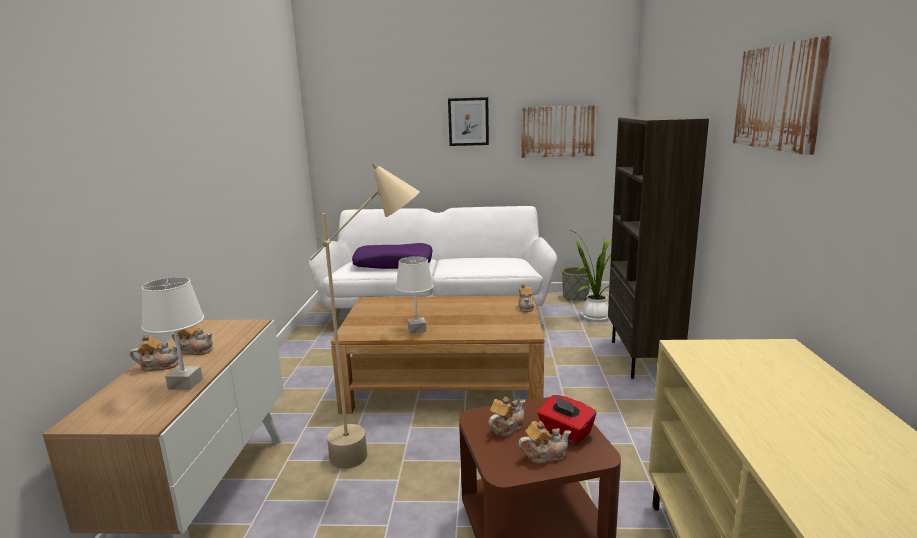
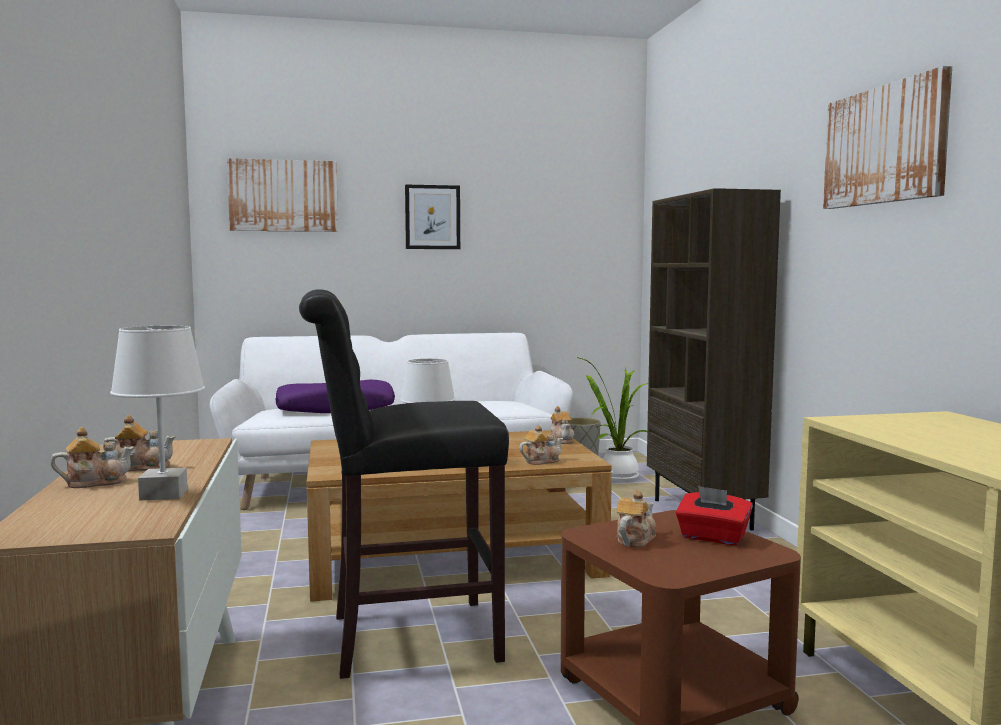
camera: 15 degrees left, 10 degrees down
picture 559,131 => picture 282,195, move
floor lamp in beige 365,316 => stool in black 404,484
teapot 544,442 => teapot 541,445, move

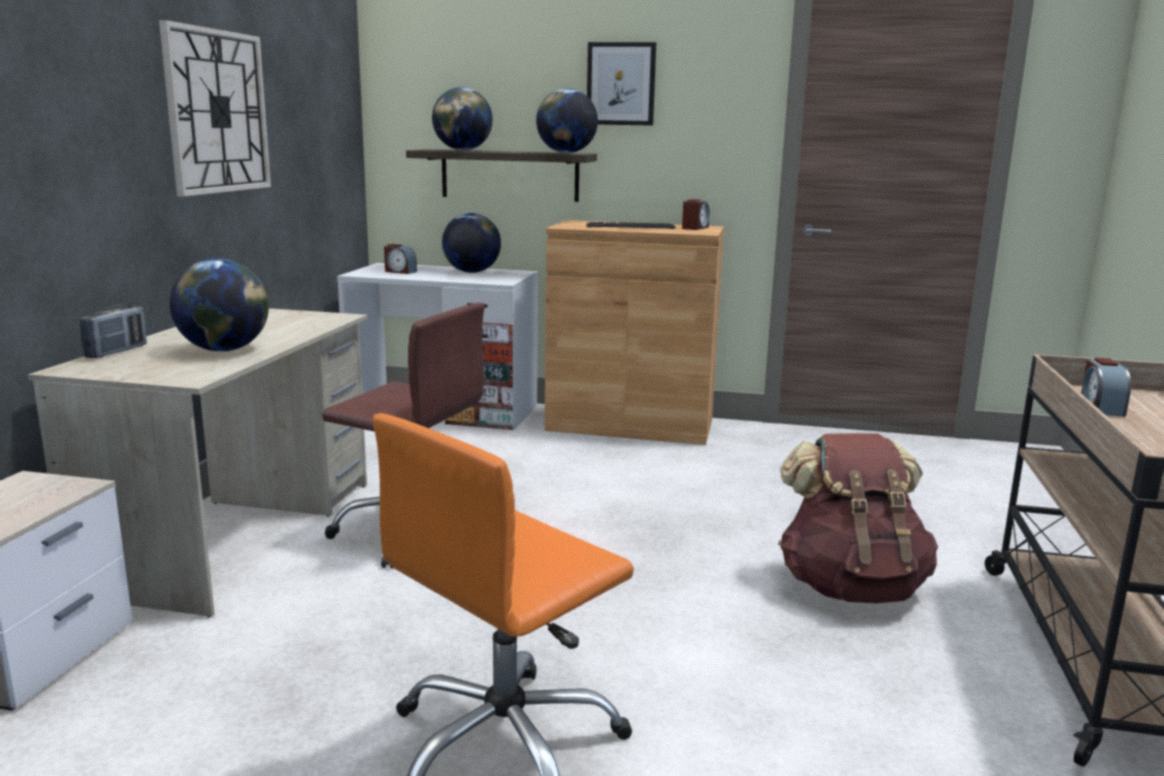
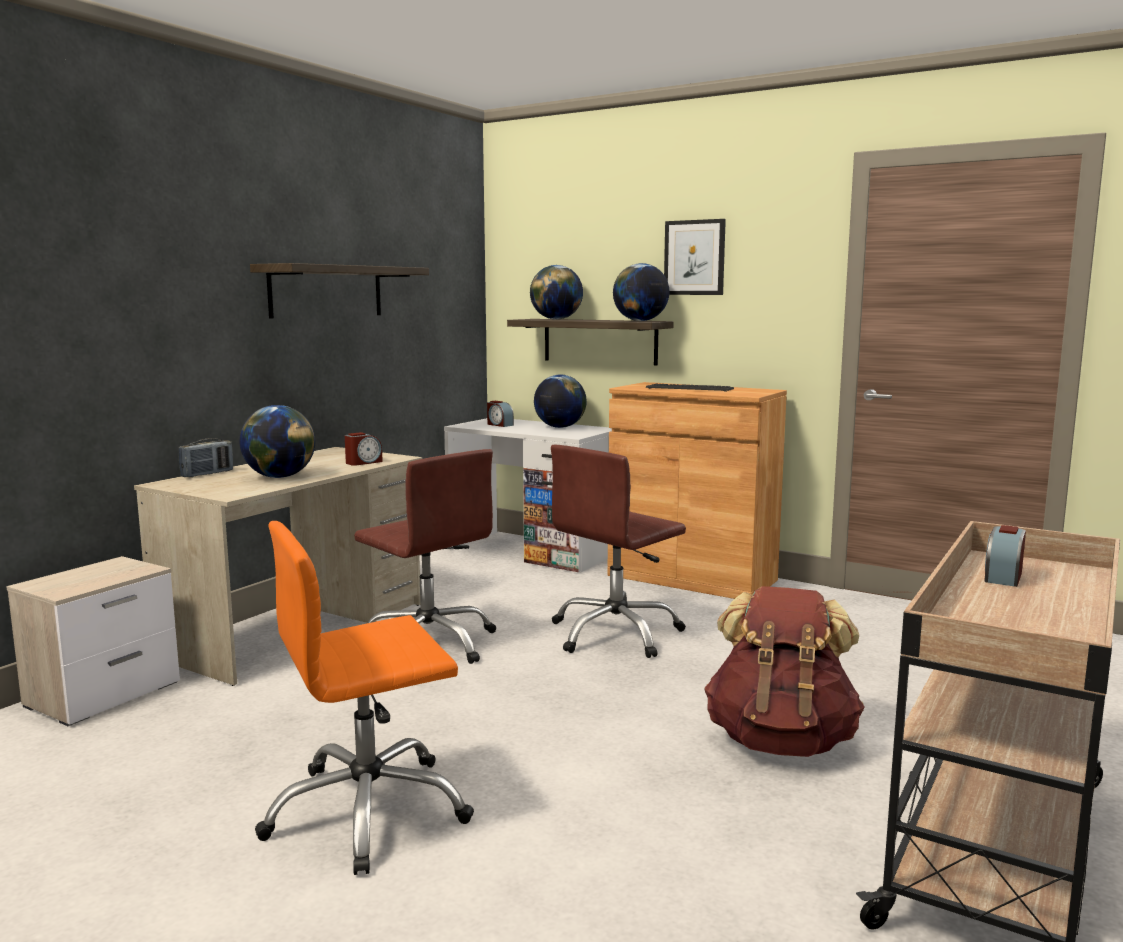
camera: 20 degrees right, 5 degrees down
wall clock 215,108 => shelf 339,291
alarm clock 696,214 => alarm clock 364,449, move
nothing => office chair in brown 618,551

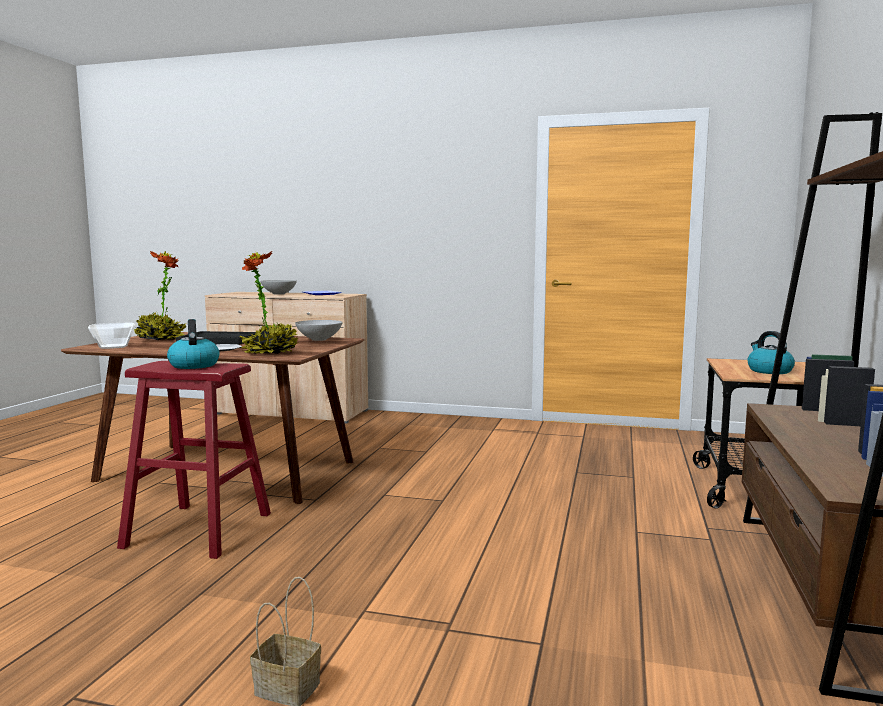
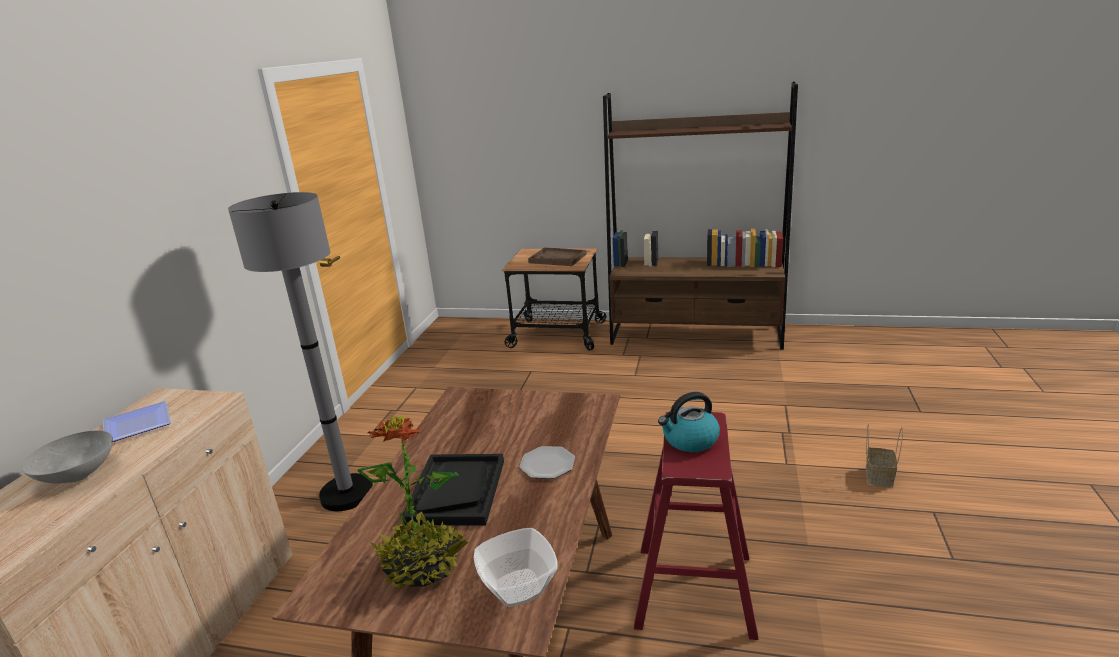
camera: 90 degrees left, 15 degrees up
potted plant 269,302 => nothing
bowl in grey 319,330 => nothing
kettle 771,352 => tray in brown 557,256
nothing => floor lamp in grey 300,351

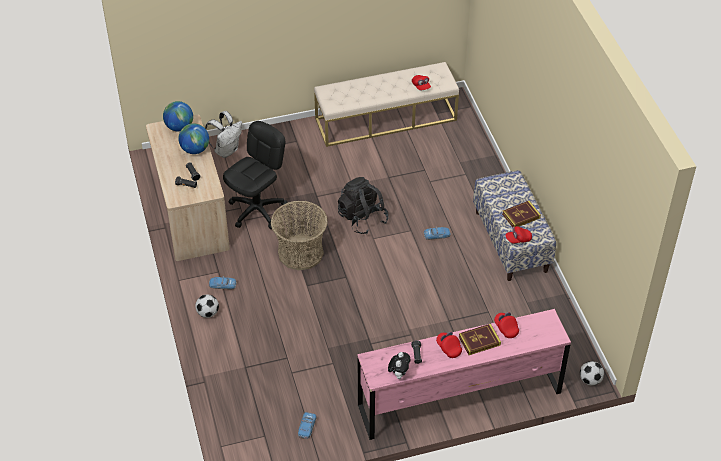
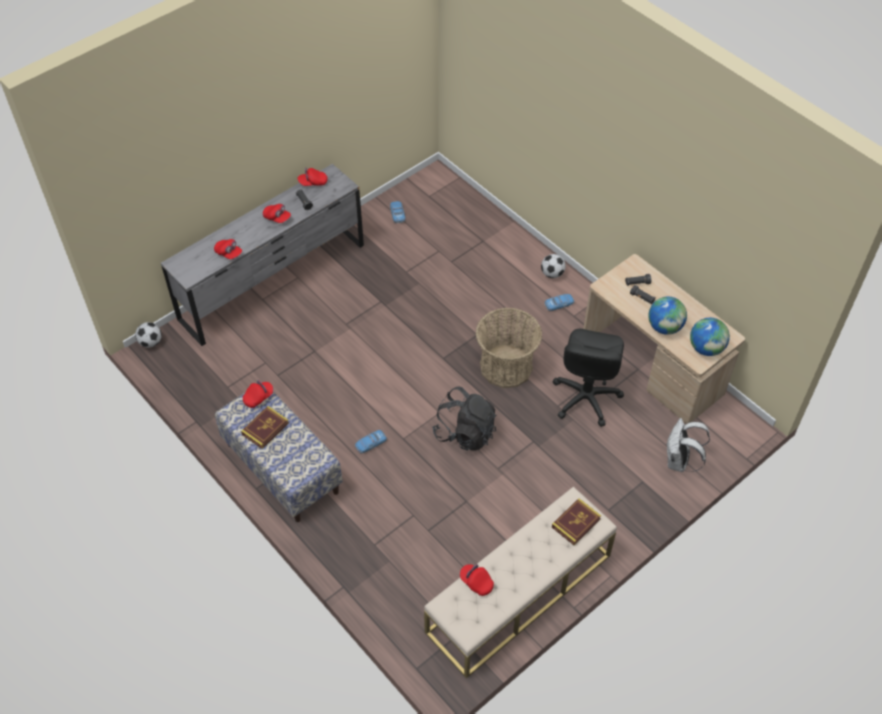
camera: 155 degrees right, 5 degrees up
dresser in pink 464,374 => dresser in grey 262,255
book 480,339 => book 576,521, move
plush toy 399,365 => cap in red 313,177

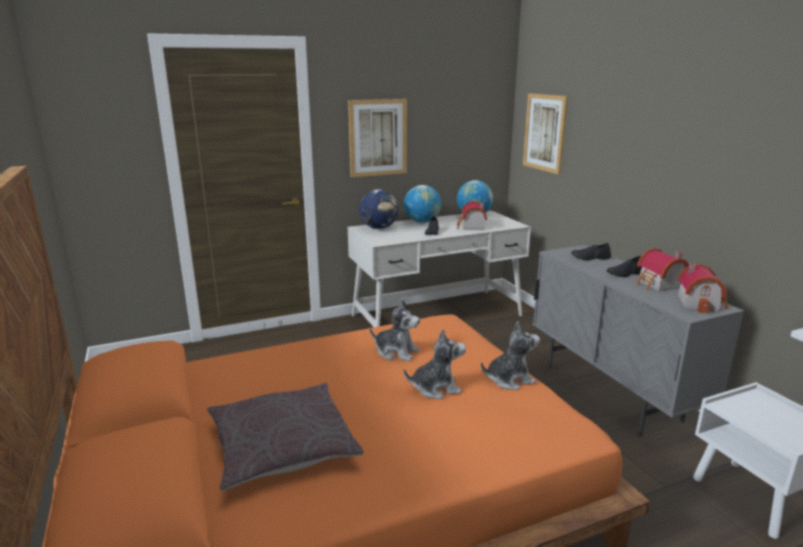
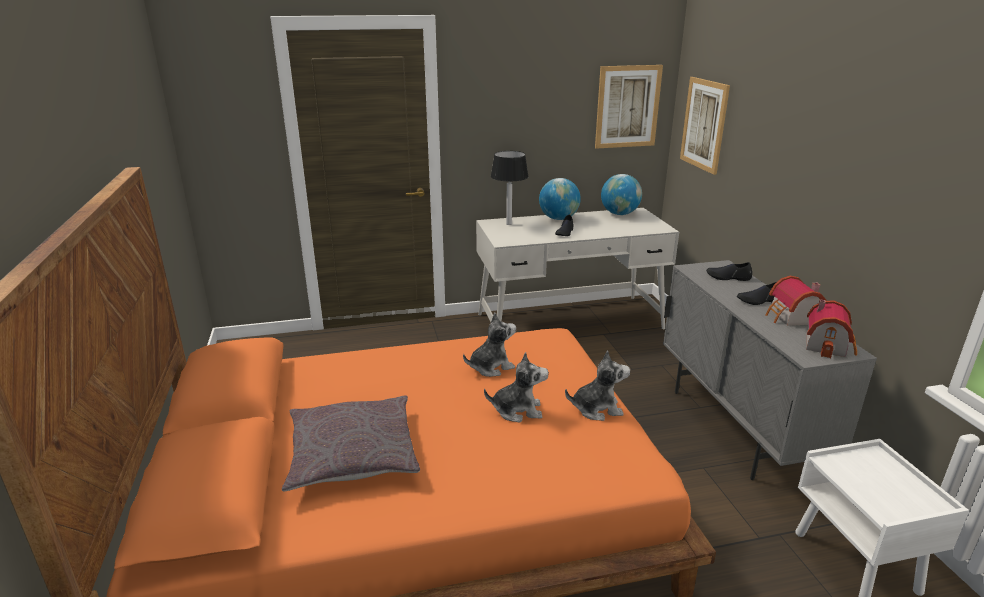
camera: 10 degrees right, 5 degrees up
picture 377,138 => picture 629,107, move
globe 378,209 => table lamp 510,188
toy house 471,215 => nothing
plush toy 394,330 => plush toy 489,345, 60 degrees counterclockwise

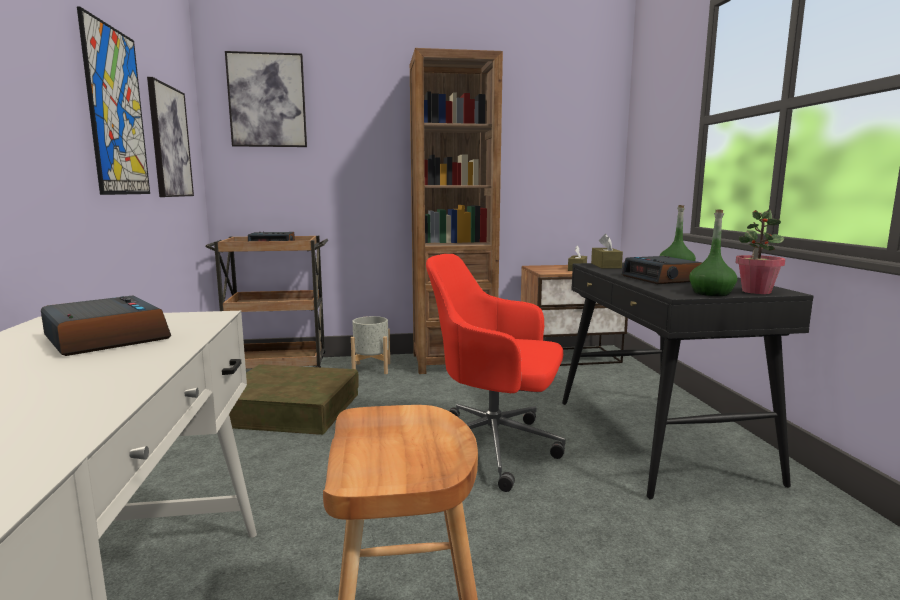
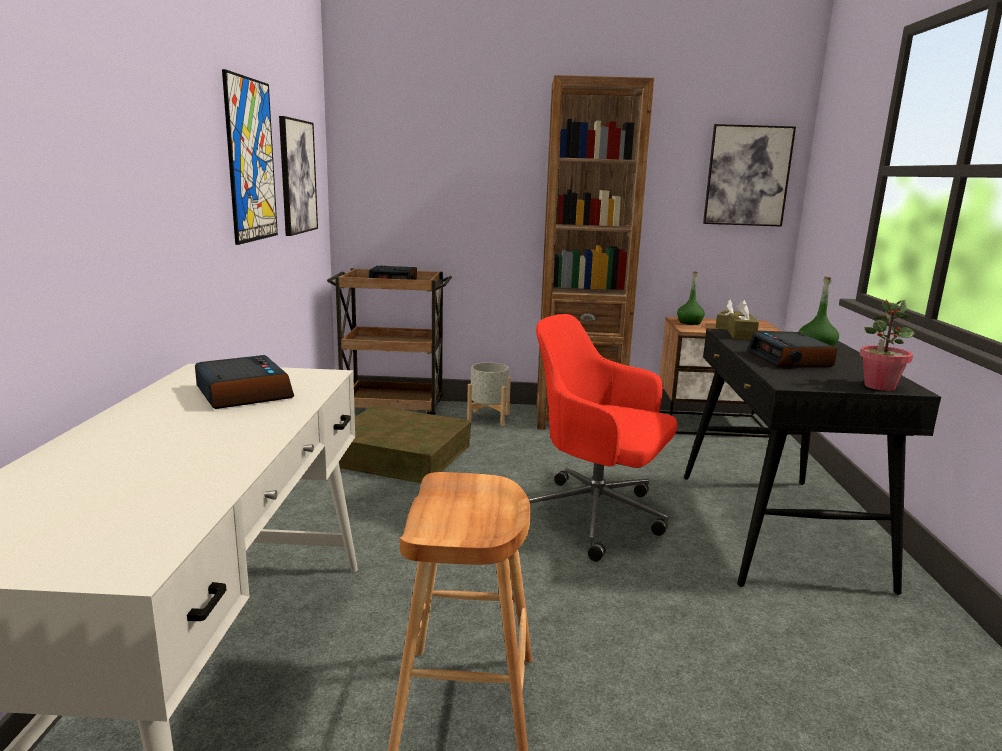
camera: 10 degrees right, 5 degrees up
picture 266,99 => picture 749,175, move
bottle in green 713,253 => bottle in green 691,298, move

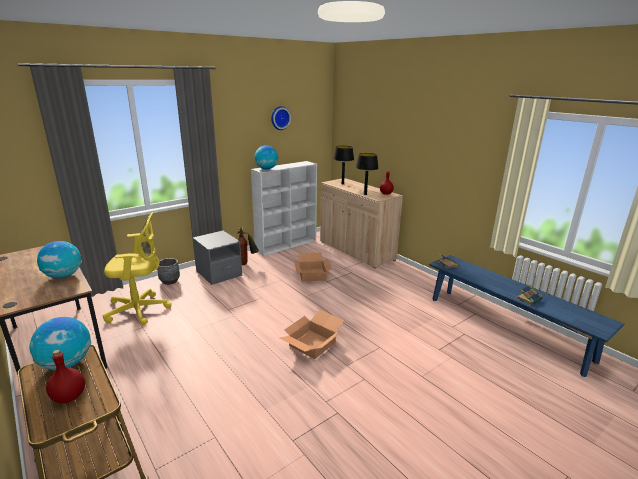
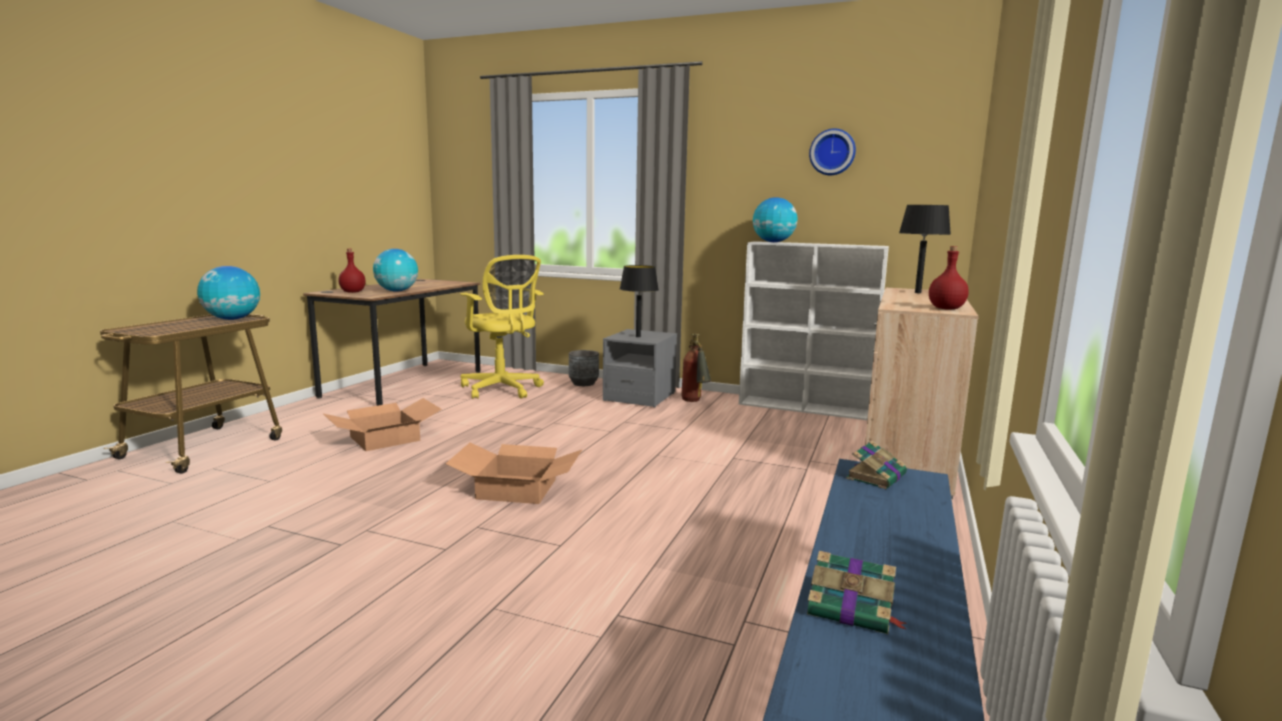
camera: 60 degrees right, 10 degrees down
table lamp in black 367,174 => table lamp in black 639,301, move
cardboard box 313,267 => cardboard box 383,424, move
bottle in red 65,377 => bottle in red 352,271, move

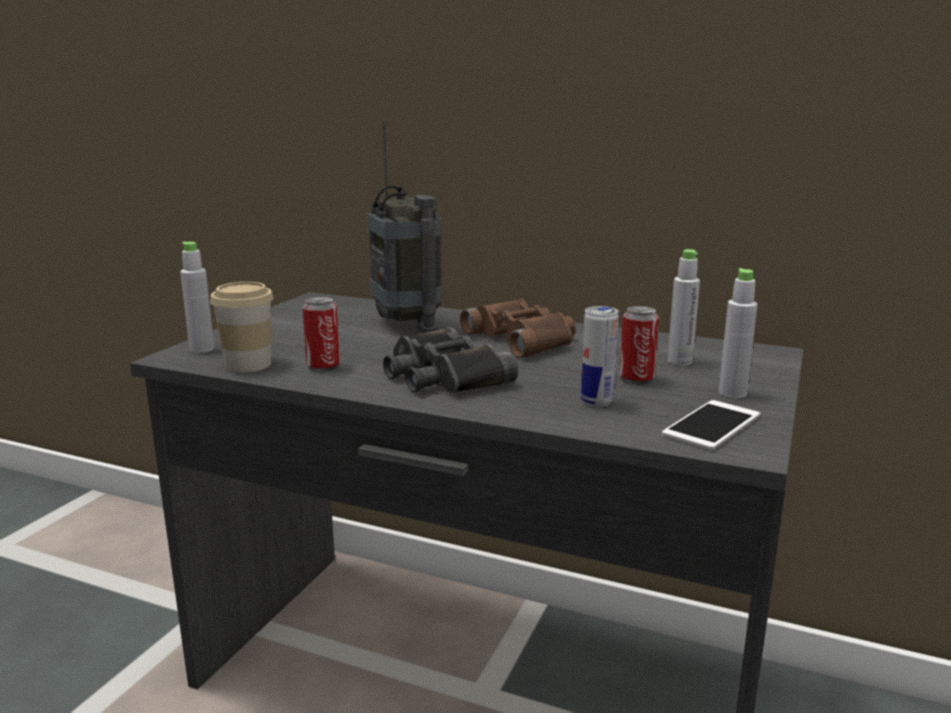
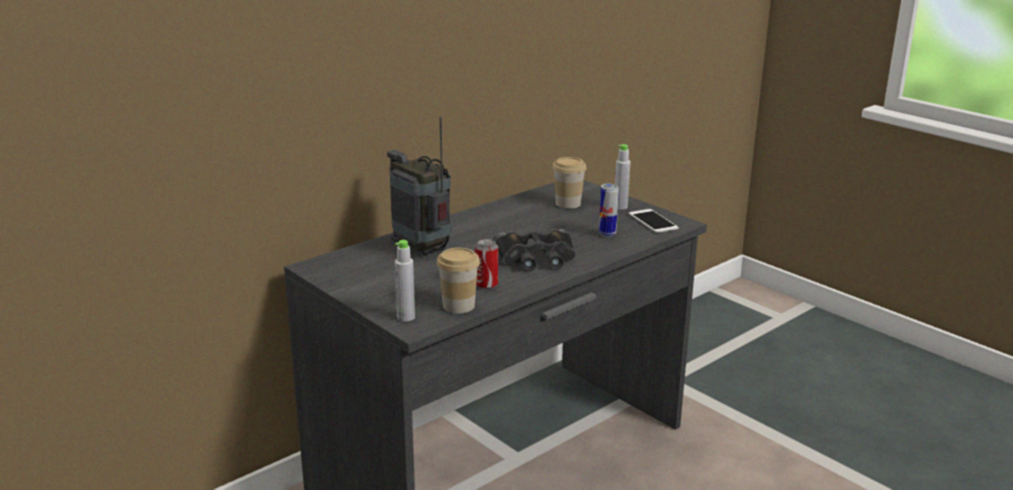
camera: 65 degrees left, 5 degrees up
radio 404,226 => radio 419,186, 135 degrees counterclockwise
bottle in grey 683,307 => cup 569,183
binoculars in brown 518,328 => nothing
can 639,345 => nothing

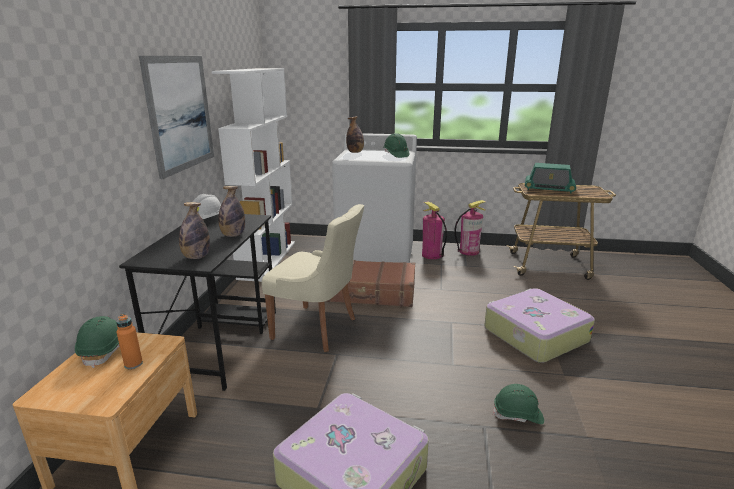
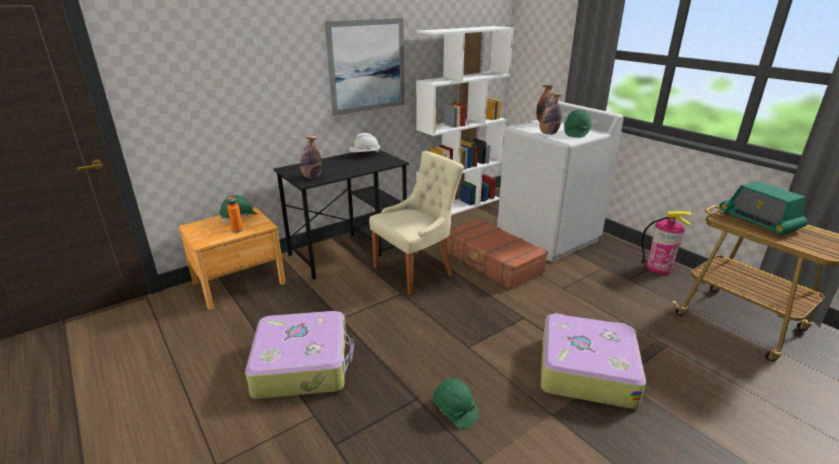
camera: 45 degrees right, 5 degrees up
bottle 231,211 => bottle 551,114, move
fire extinguisher 434,230 => nothing
chair in beige 313,278 => chair in beige 416,222, 105 degrees counterclockwise

